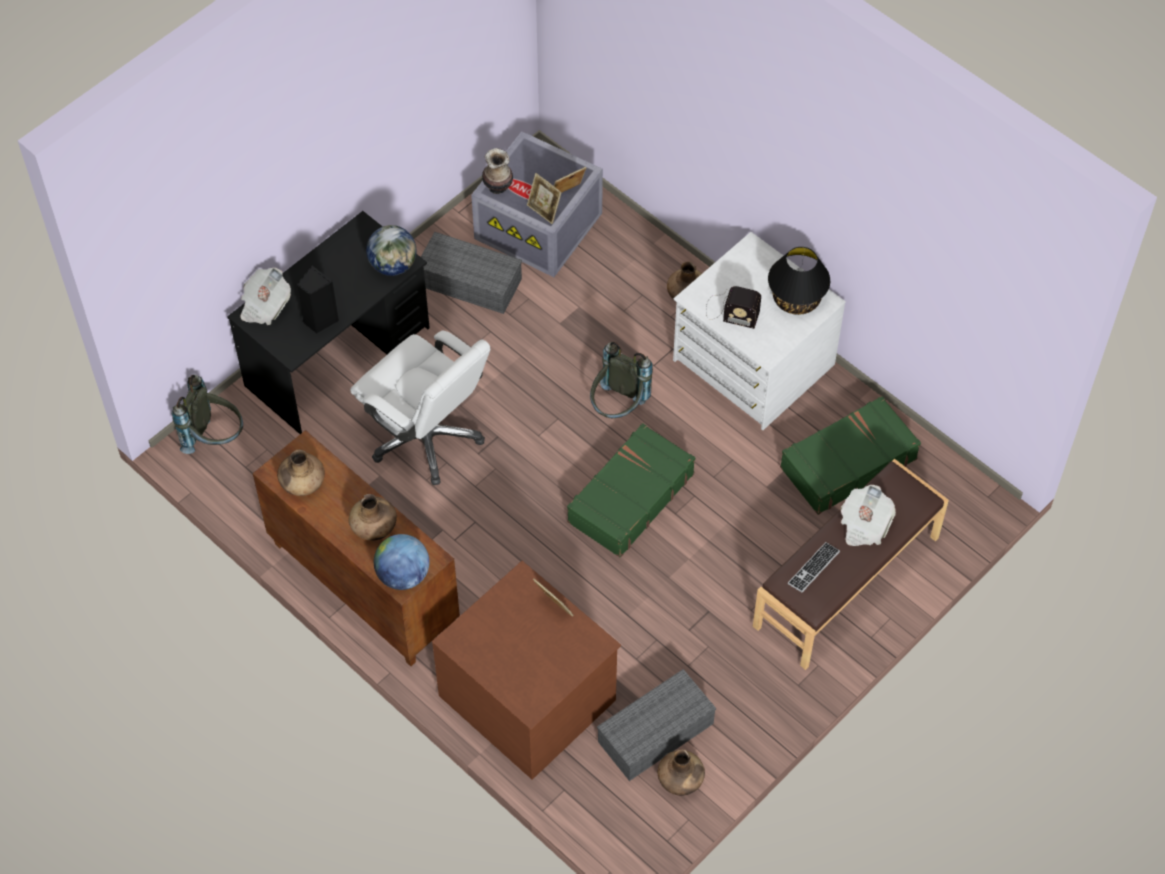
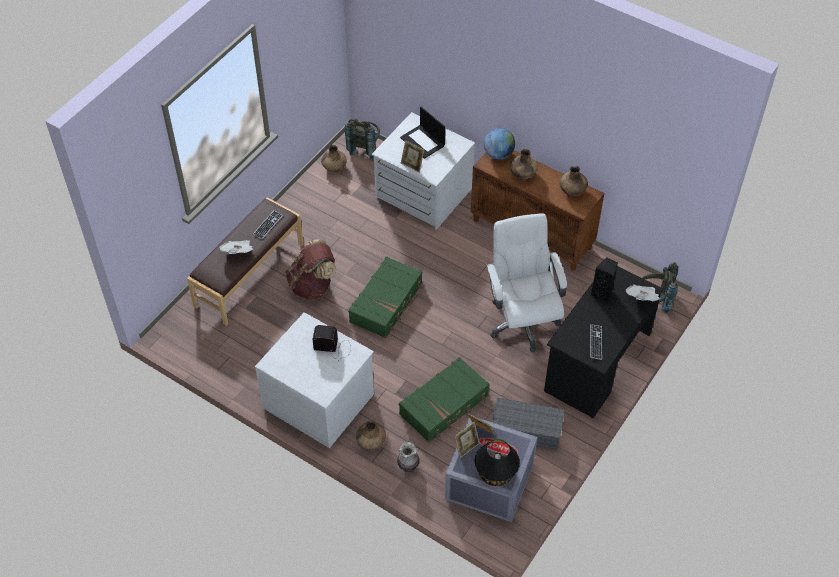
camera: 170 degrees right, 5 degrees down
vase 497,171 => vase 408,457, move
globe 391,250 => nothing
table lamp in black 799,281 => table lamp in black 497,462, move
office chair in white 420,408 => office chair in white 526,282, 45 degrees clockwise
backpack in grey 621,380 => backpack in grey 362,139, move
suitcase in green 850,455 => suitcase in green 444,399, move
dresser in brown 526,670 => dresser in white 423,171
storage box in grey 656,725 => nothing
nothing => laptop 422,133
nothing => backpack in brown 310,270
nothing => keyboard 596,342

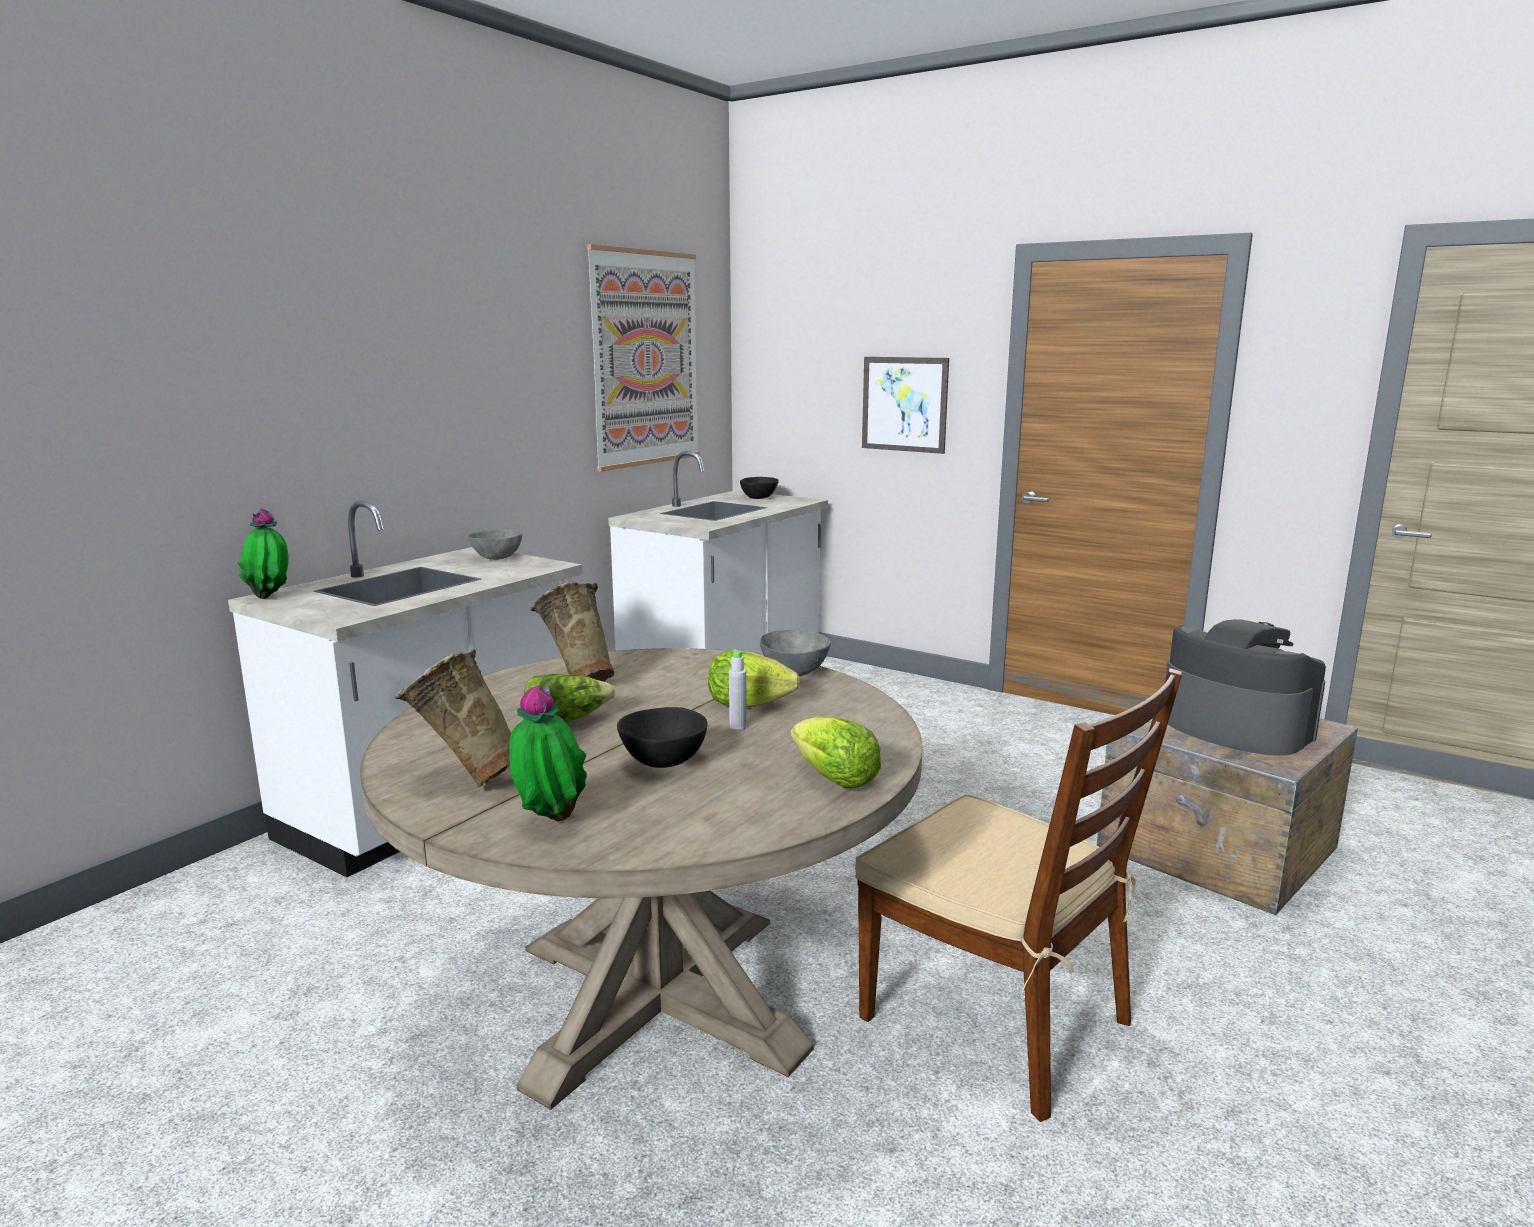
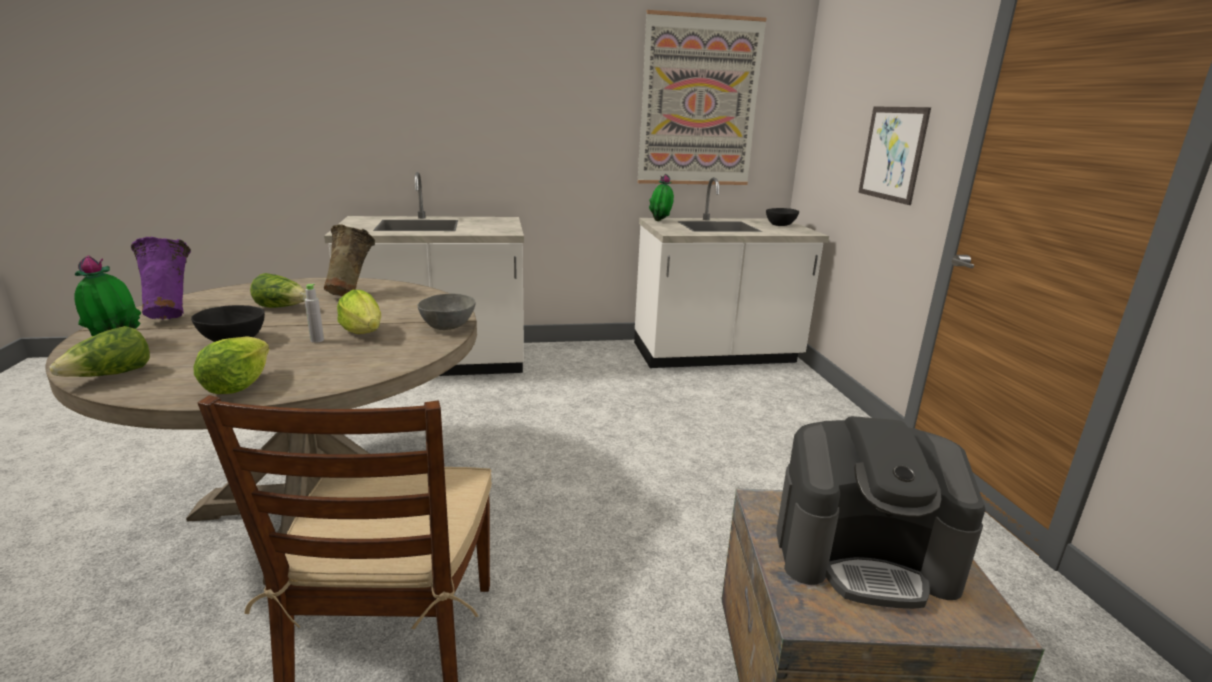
camera: 45 degrees right, 5 degrees up
potted plant 263,553 => potted plant 661,197, move
bowl in grey 494,544 => nothing
coffee machine 1246,687 => coffee machine 881,512, 90 degrees clockwise
vase in beige 453,719 => vase in purple 161,278
nothing => lettuce 99,351

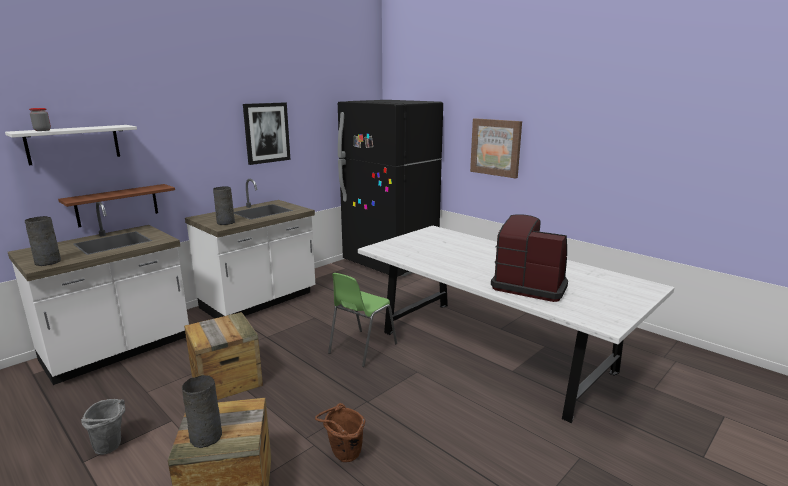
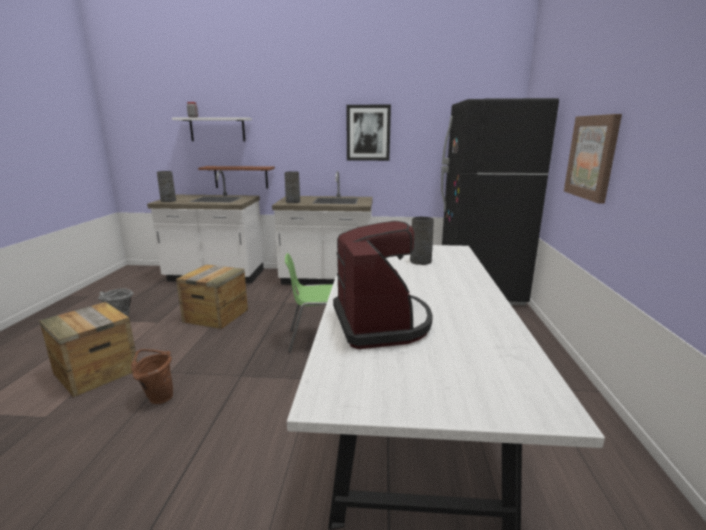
camera: 50 degrees right, 0 degrees up
vase in grey 202,411 => vase in grey 422,240, move

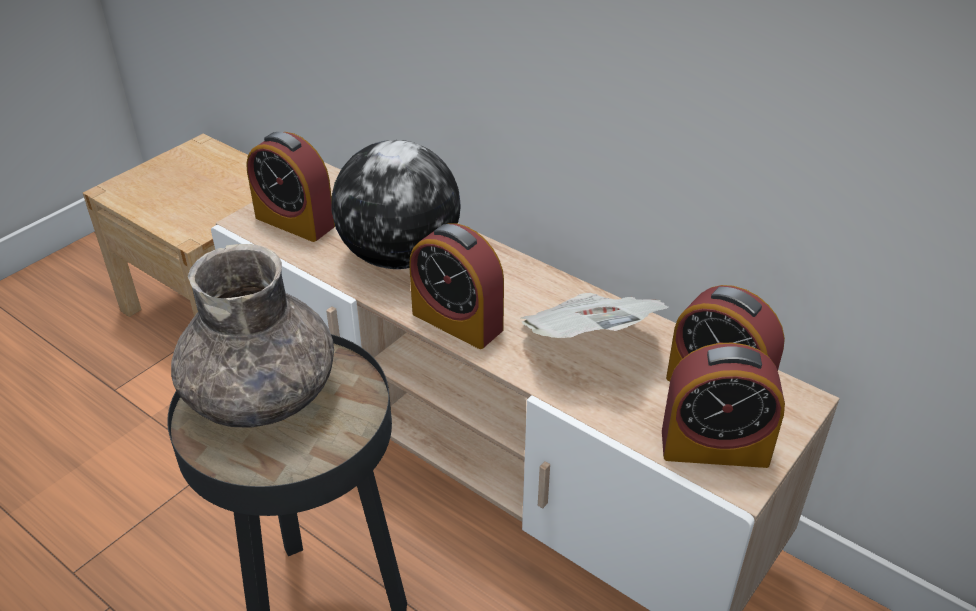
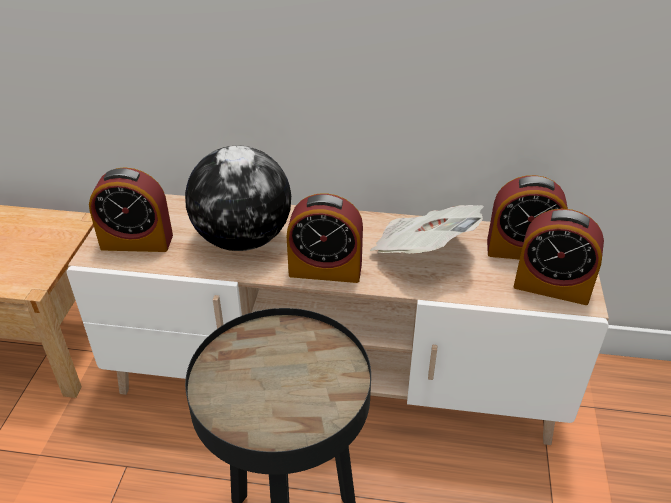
camera: 30 degrees left, 0 degrees up
vase in grey 252,336 => nothing
alarm clock 723,405 => alarm clock 559,257, 45 degrees clockwise

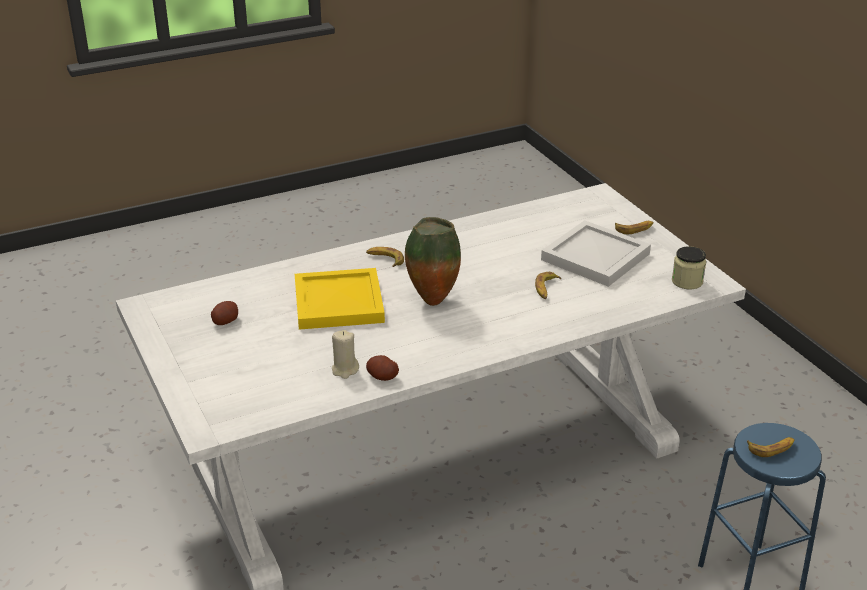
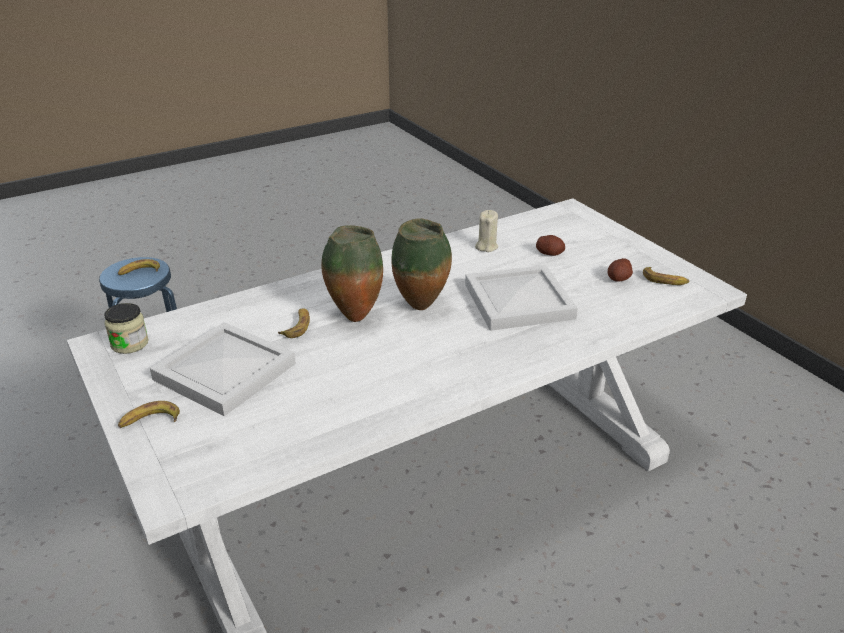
camera: 175 degrees right, 0 degrees up
banana 385,257 => banana 666,276, move
tray in yellow 340,299 => tray in white 521,298
potato 382,368 => potato 550,245, move
nothing => vase 352,273

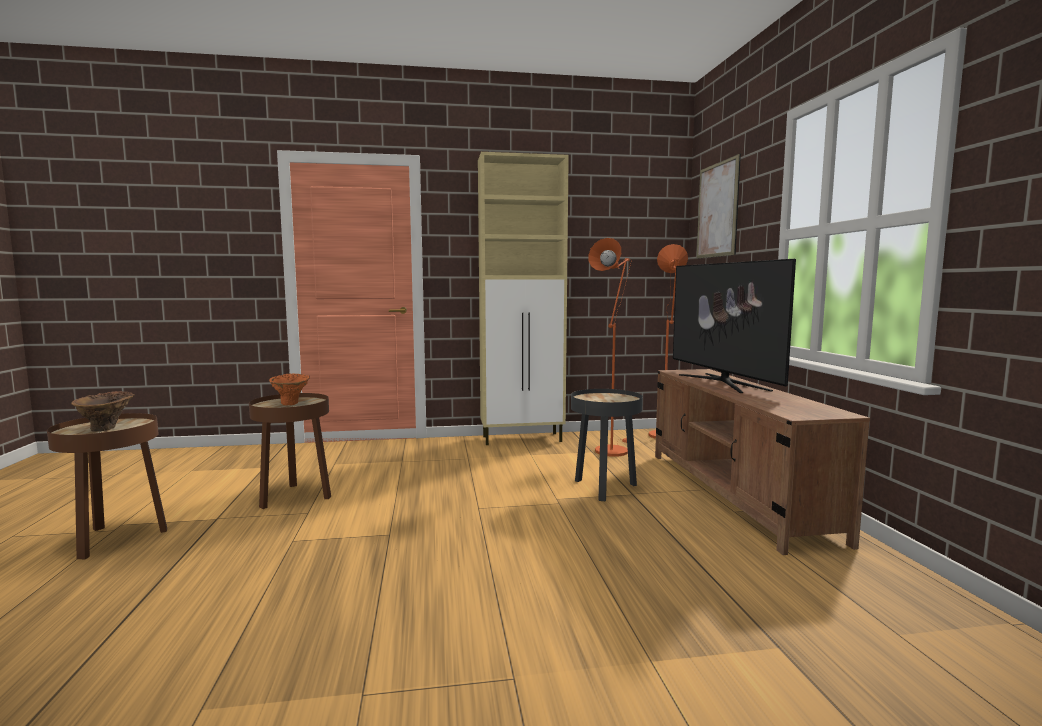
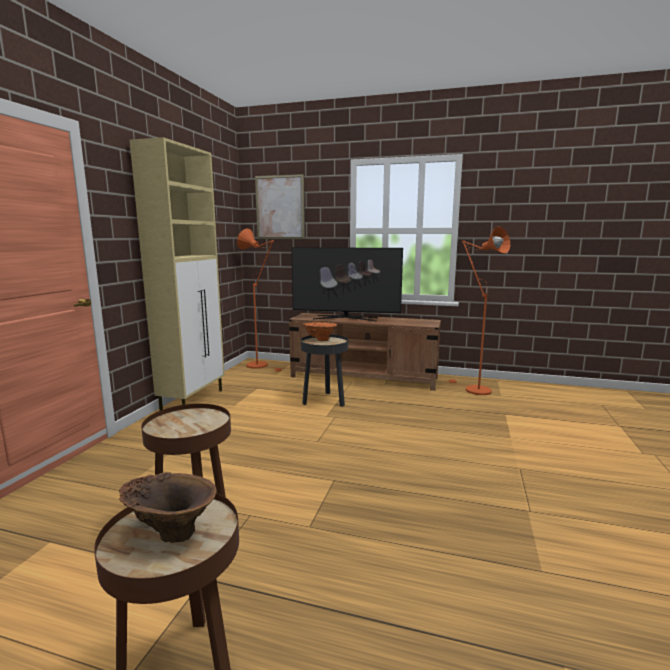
camera: 65 degrees left, 5 degrees up
floor lamp in orange 609,347 => floor lamp in orange 478,311, move
vase in orange 289,389 => vase in orange 320,331, move

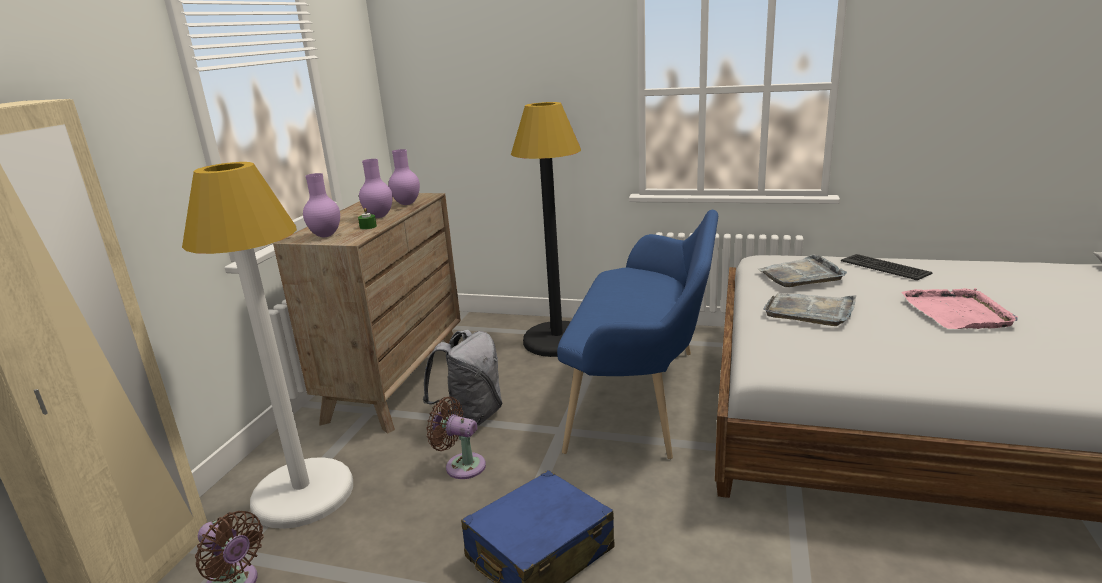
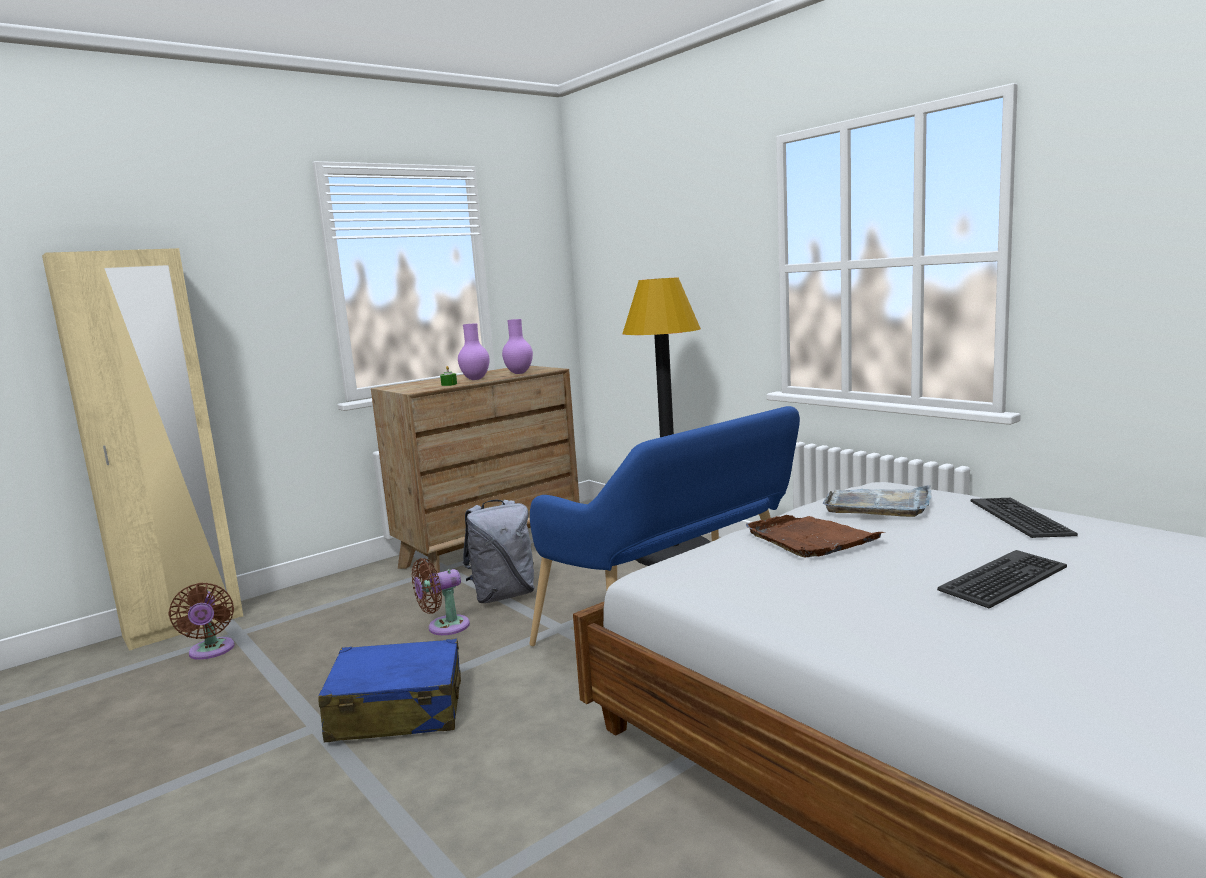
camera: 35 degrees right, 10 degrees down
floor lamp in white 267,345 => nothing
vase in purple 321,205 => nothing
tray in pink 959,308 => keyboard 1002,579
tray in grey 809,309 => tray in brown 815,536
fan in brown 456,438 => fan in brown 440,596, 90 degrees counterclockwise

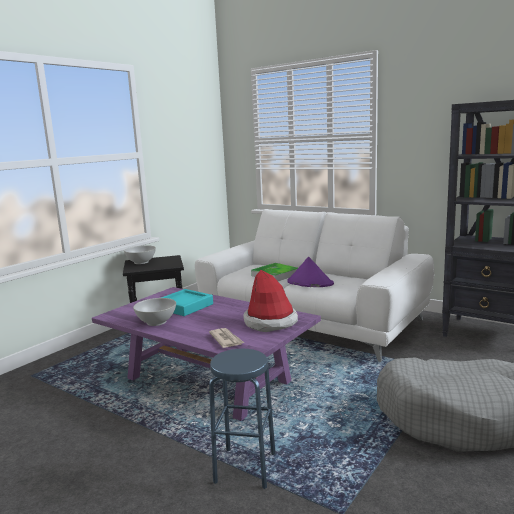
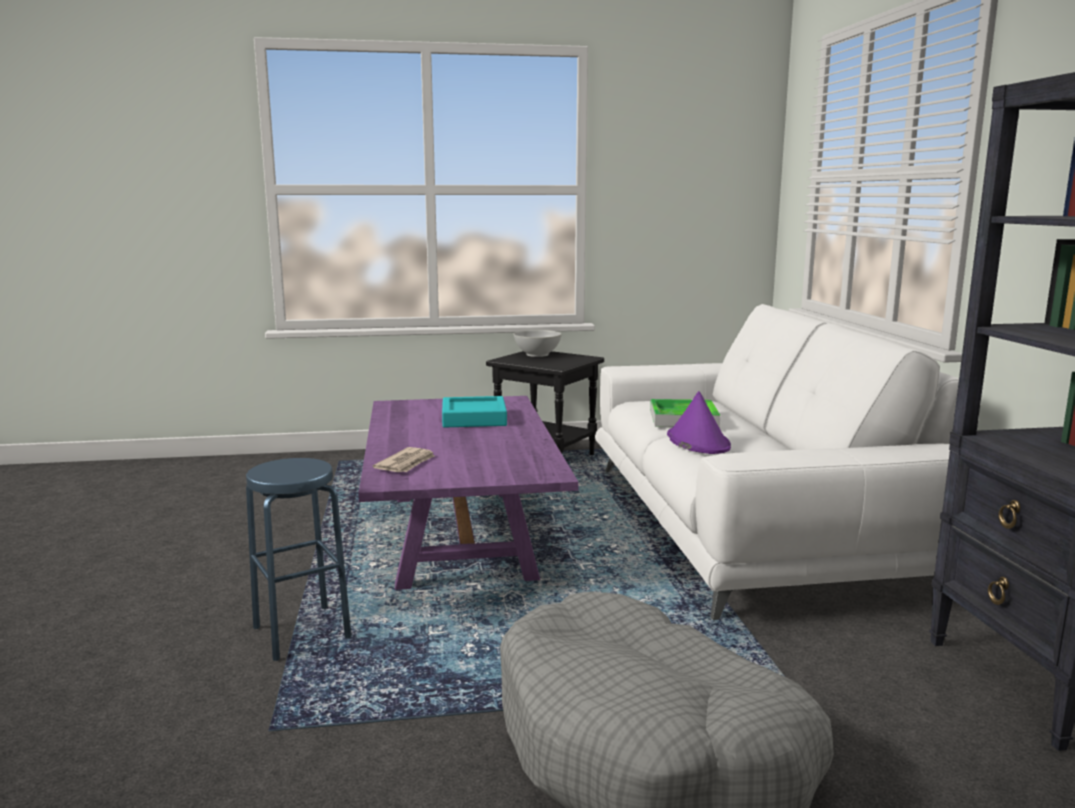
camera: 45 degrees right, 0 degrees up
hat 270,301 => nothing
bowl in white 154,312 => nothing

